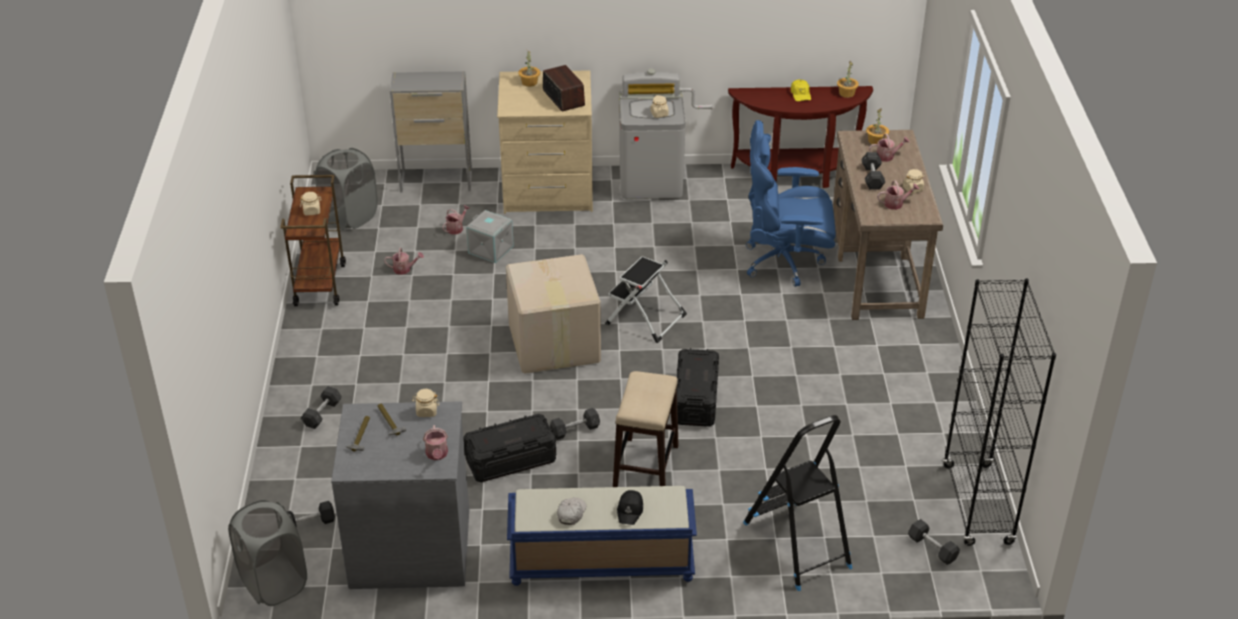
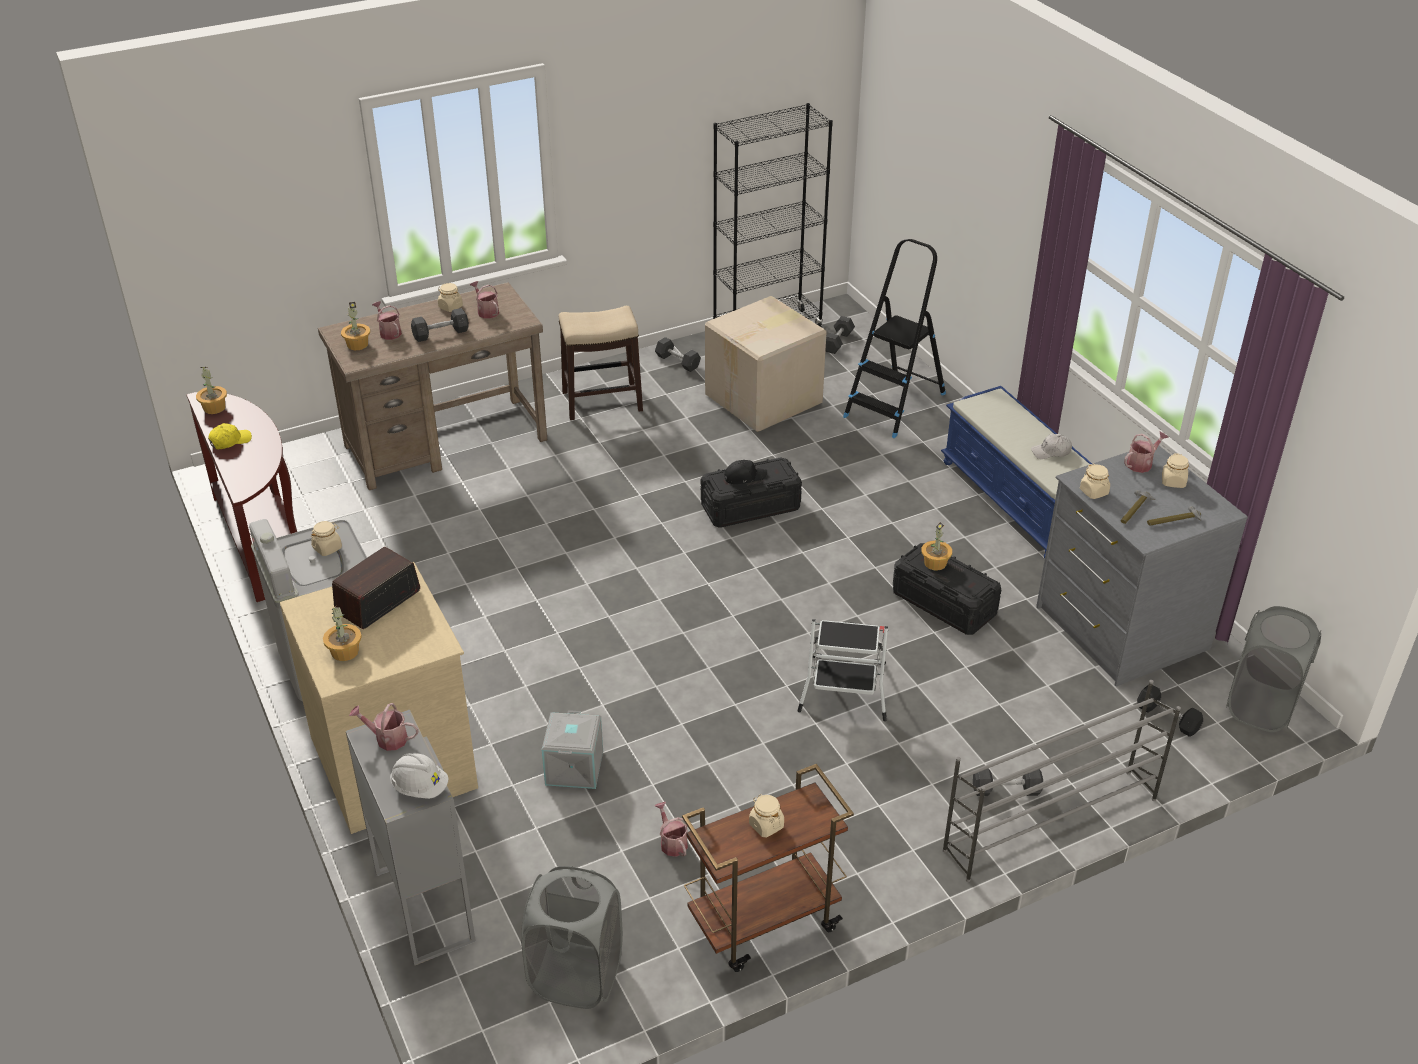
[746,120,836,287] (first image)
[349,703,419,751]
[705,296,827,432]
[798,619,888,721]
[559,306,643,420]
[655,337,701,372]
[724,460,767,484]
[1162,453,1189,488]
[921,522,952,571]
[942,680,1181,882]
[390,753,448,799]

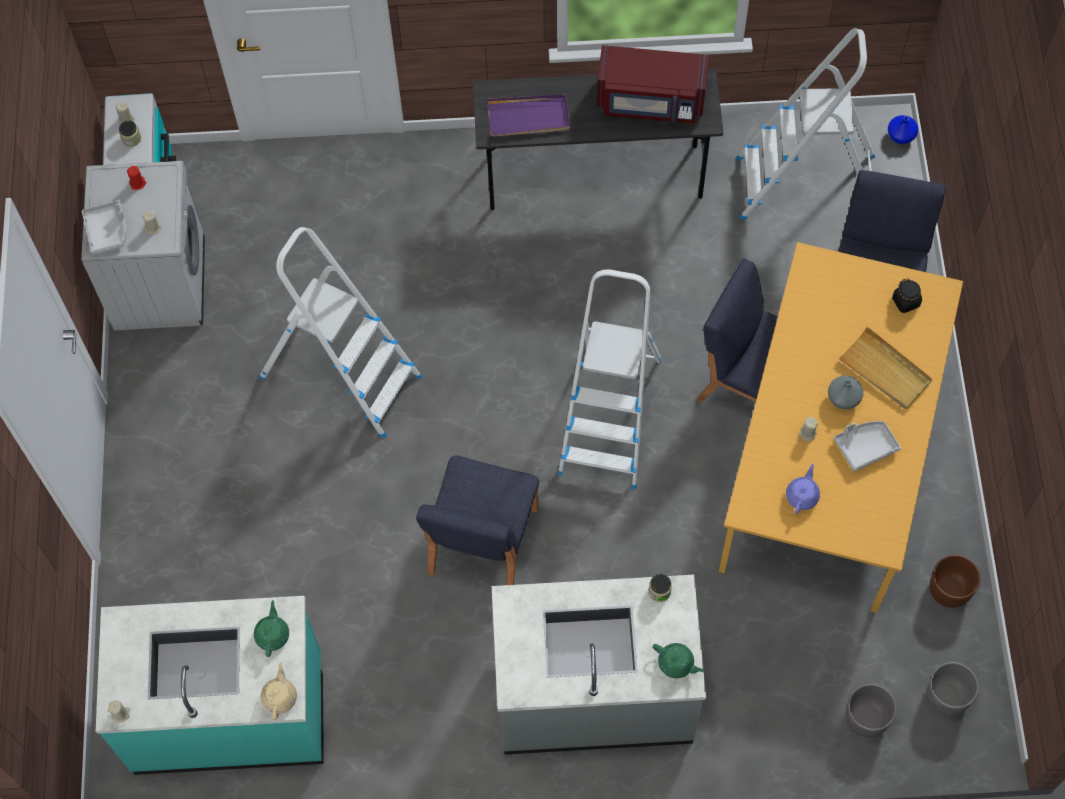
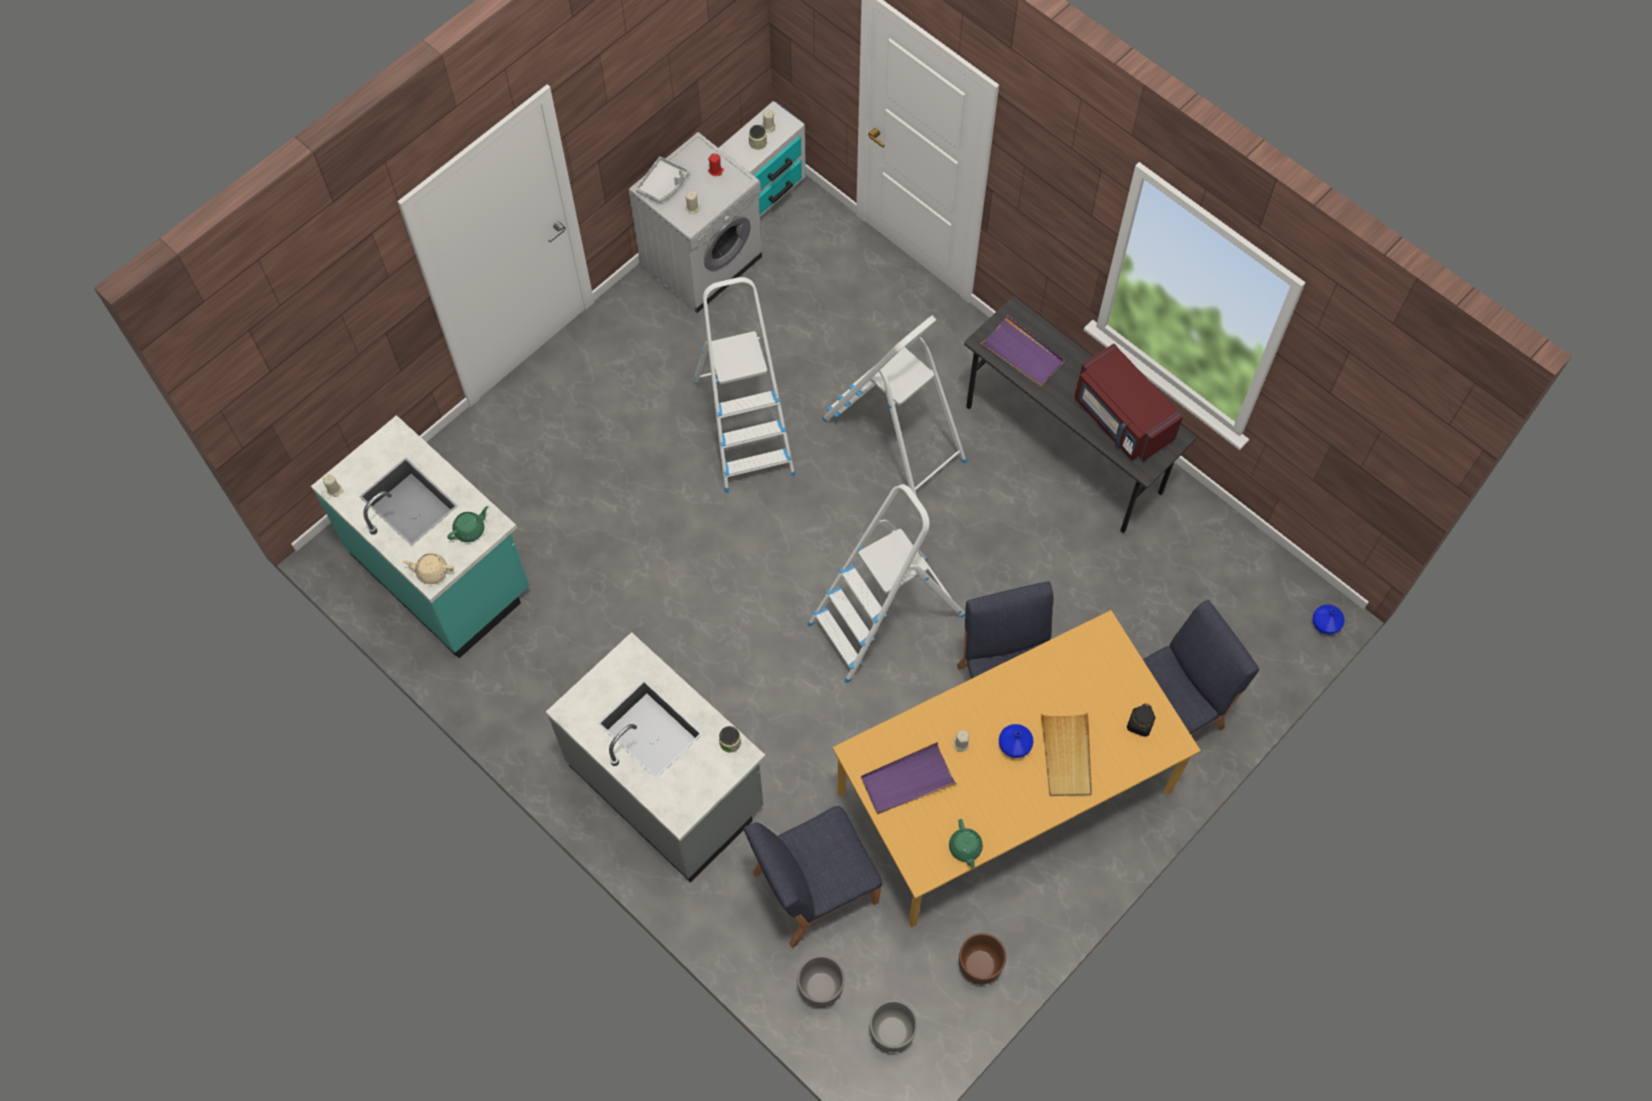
[822,315,967,497]
[999,724,1033,758]
[834,421,901,472] (first image)
[744,806,882,948]
[861,742,957,814]
[949,819,983,869]
[402,553,454,584]

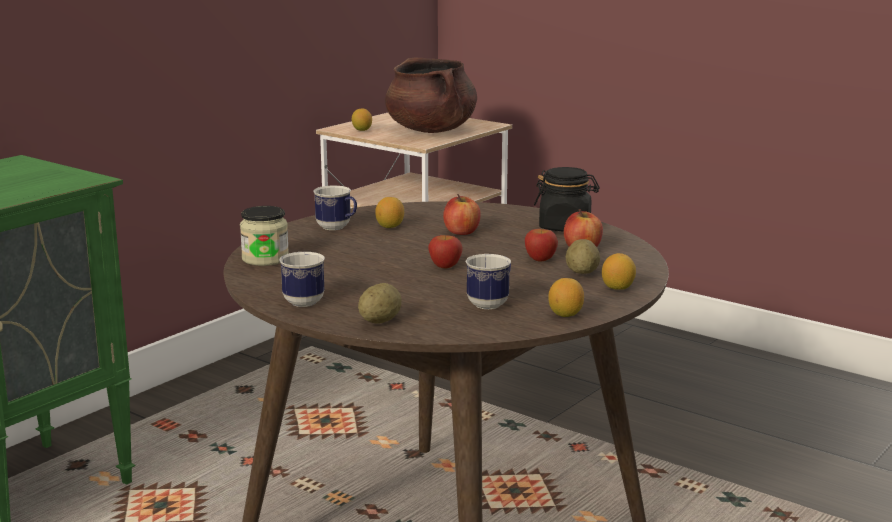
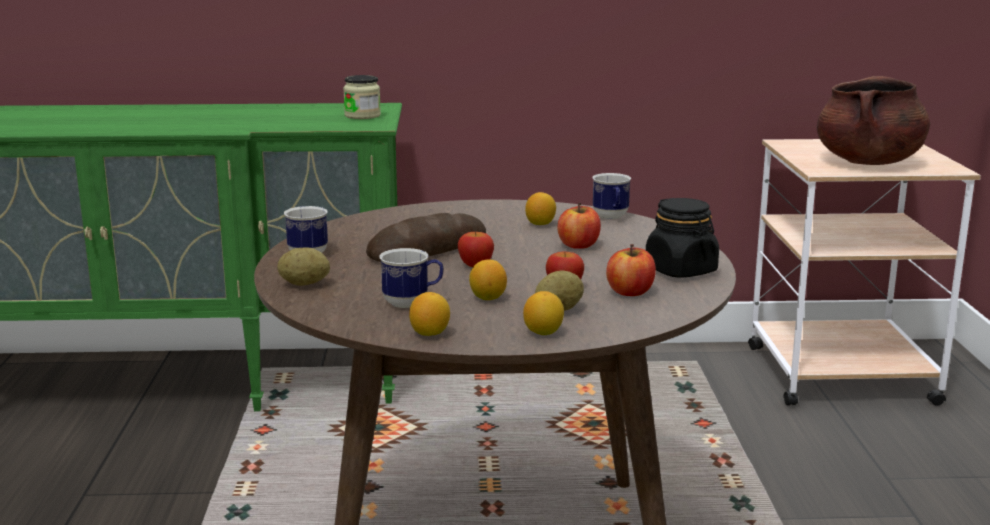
[469,260,507,300]
[592,173,631,219]
[343,75,381,119]
[366,213,486,262]

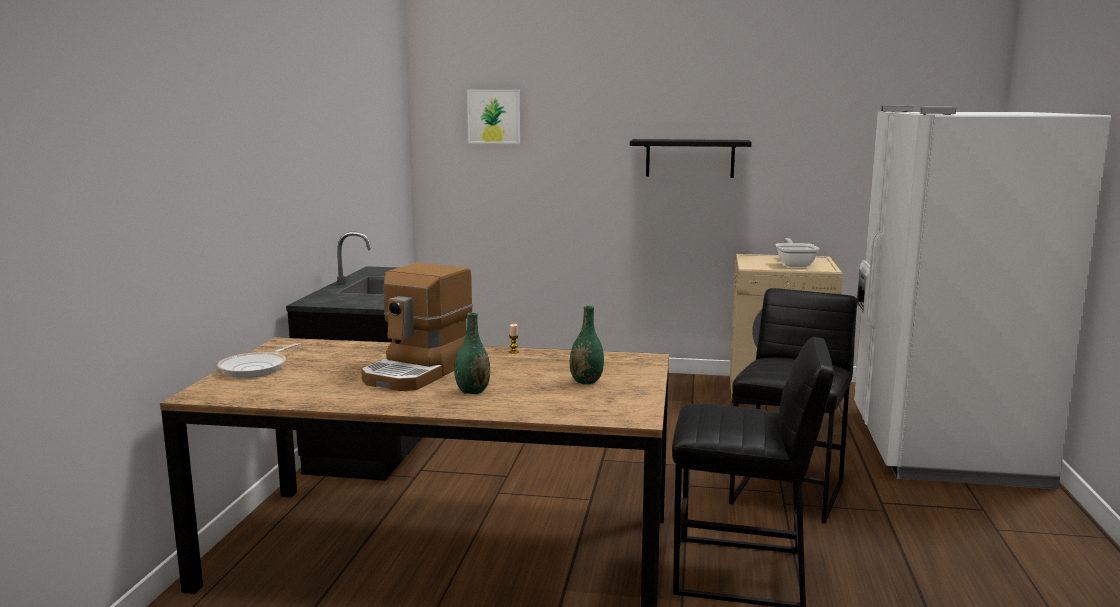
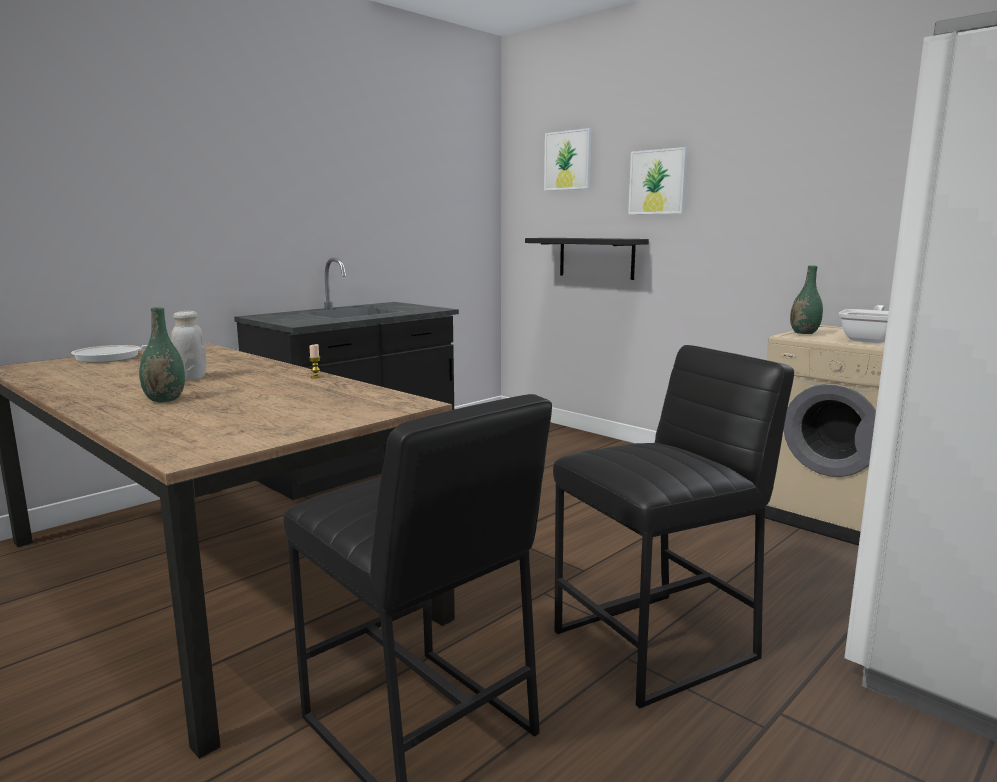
[525,238,649,280]
[171,311,206,380]
[790,266,823,334]
[628,147,688,214]

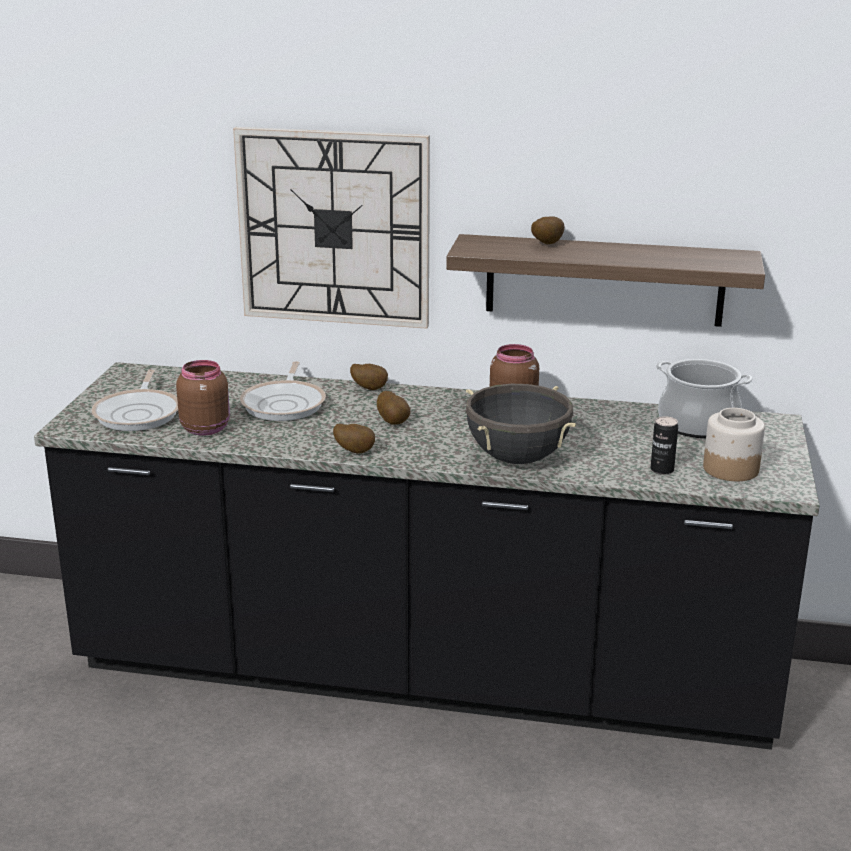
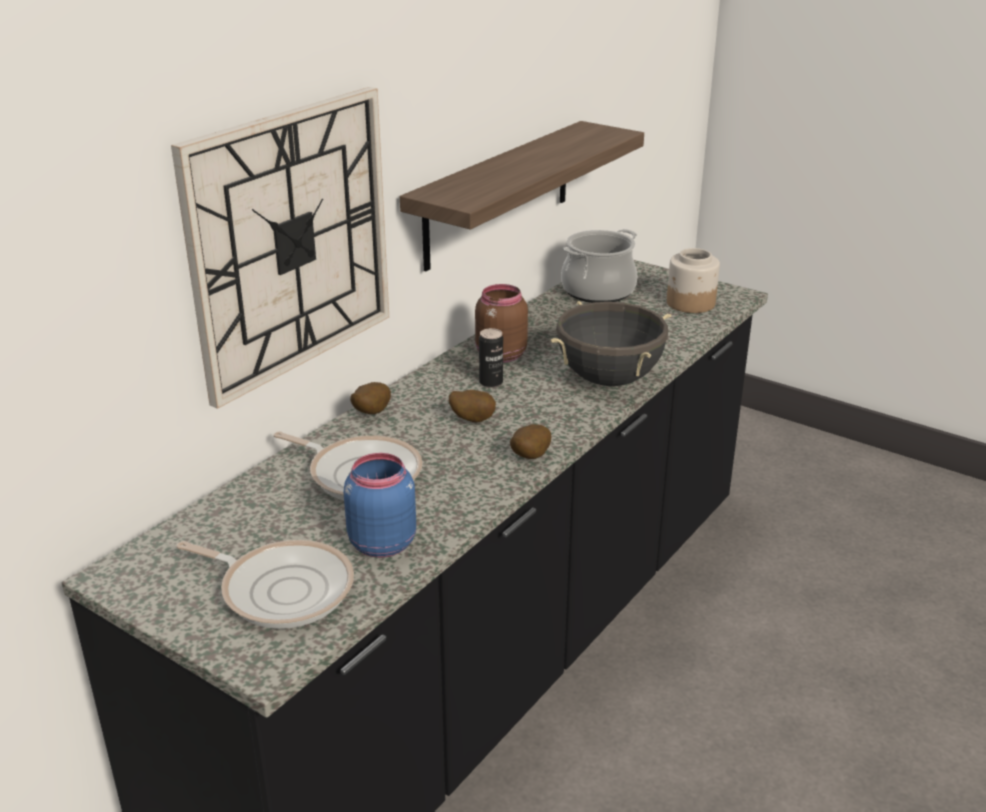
[531,216,565,244] (first image)
[344,453,416,558]
[479,328,503,388]

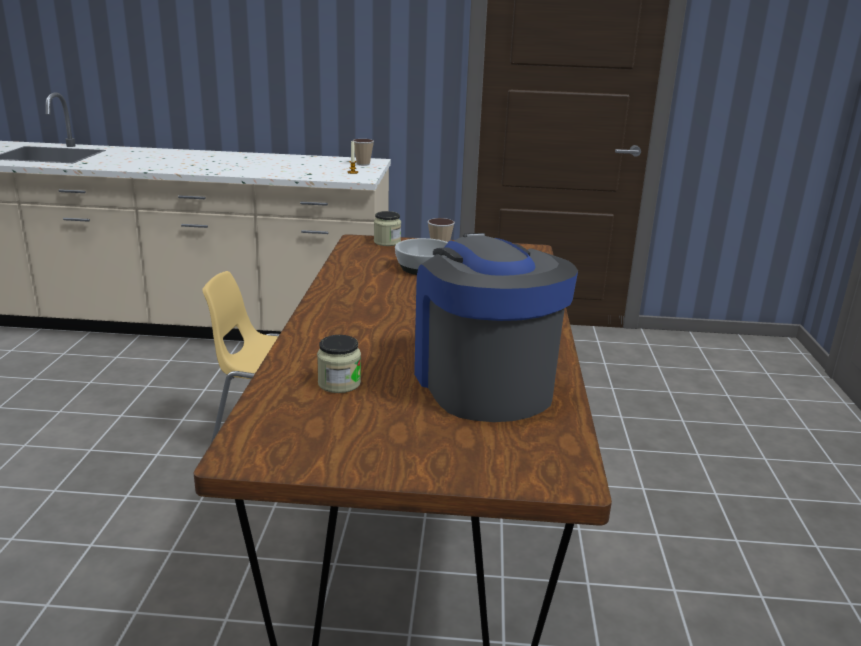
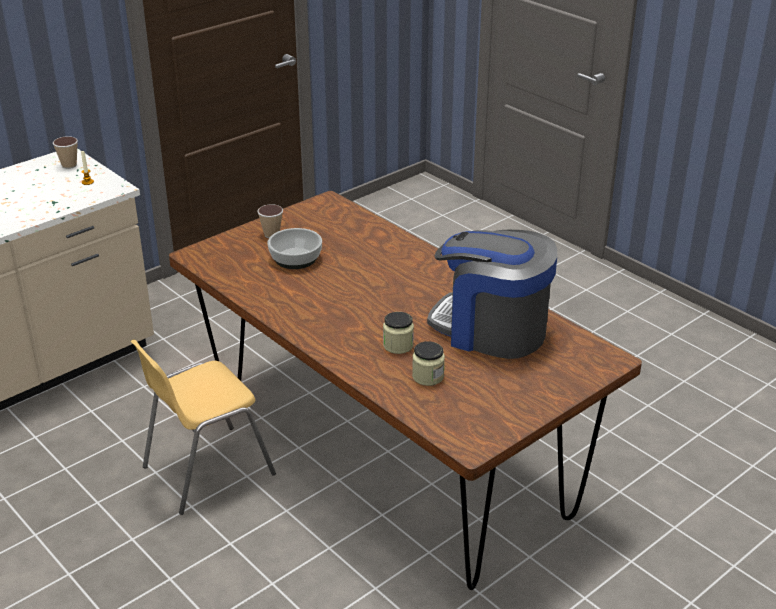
[383,312,414,354]

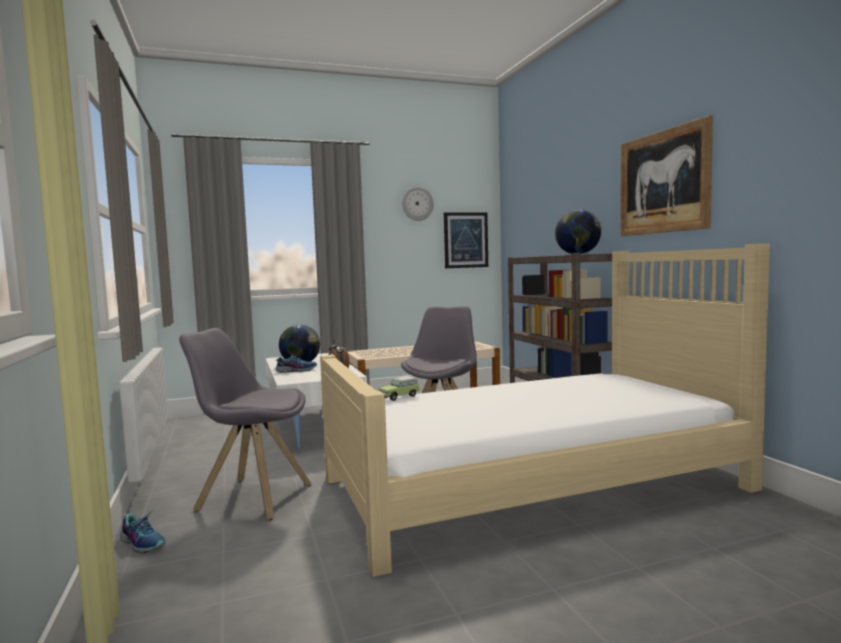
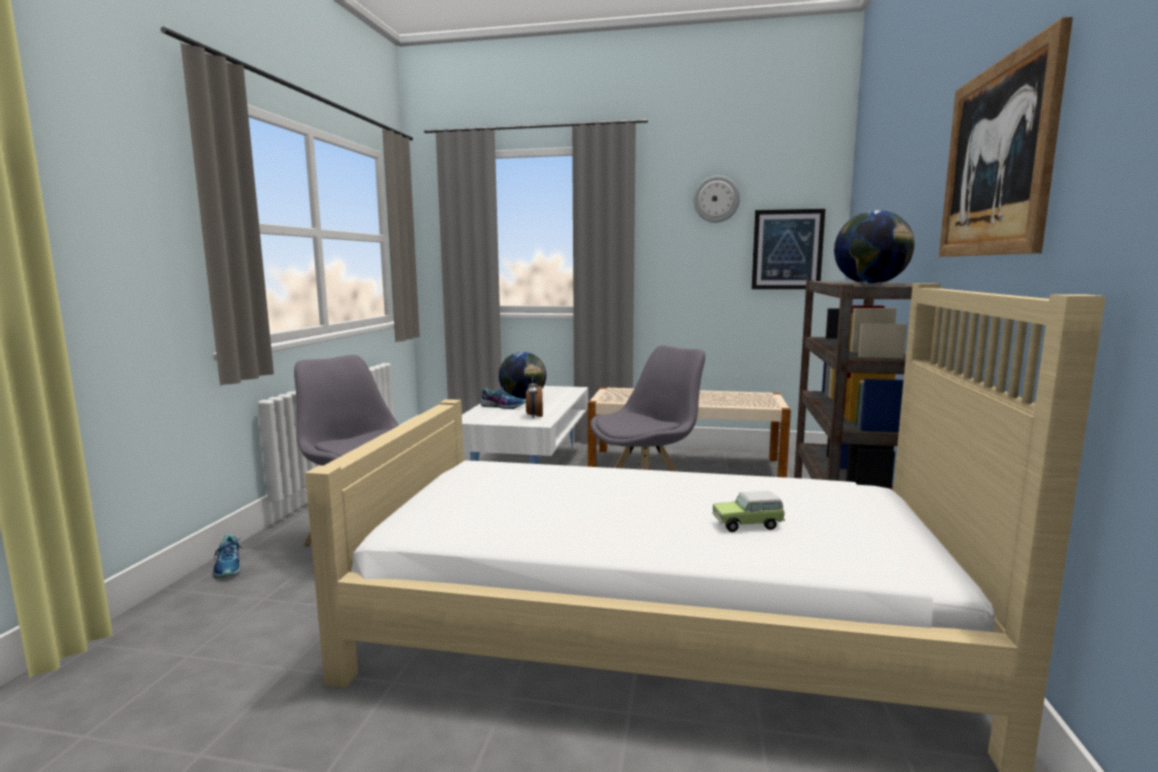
[712,491,785,532]

